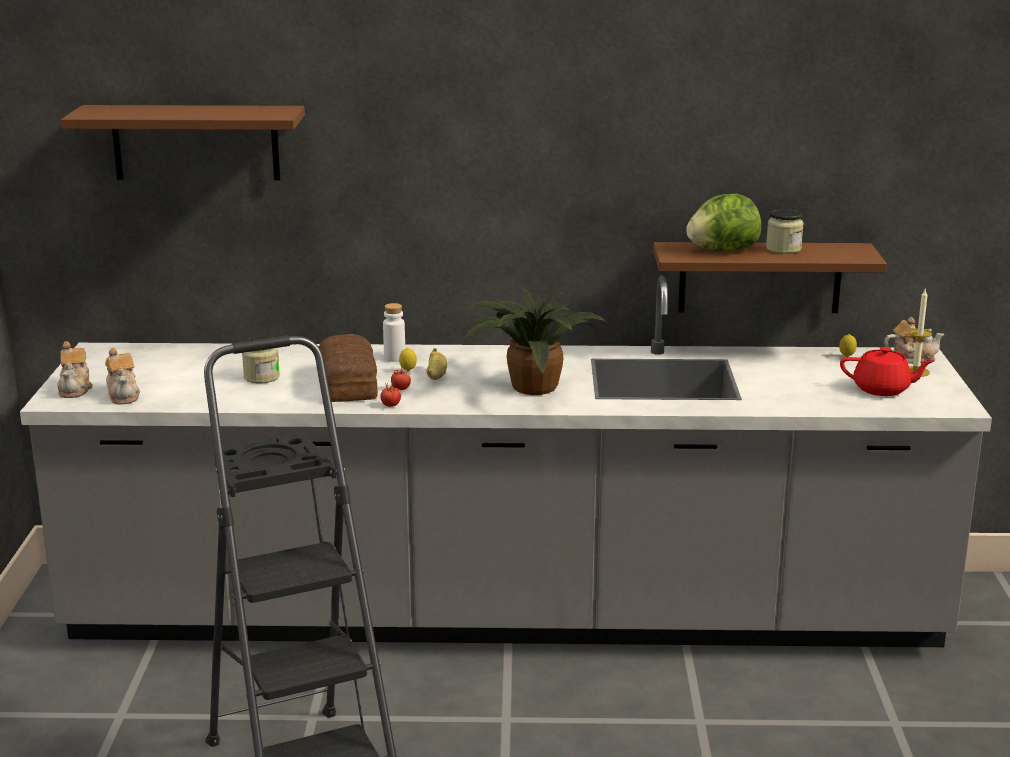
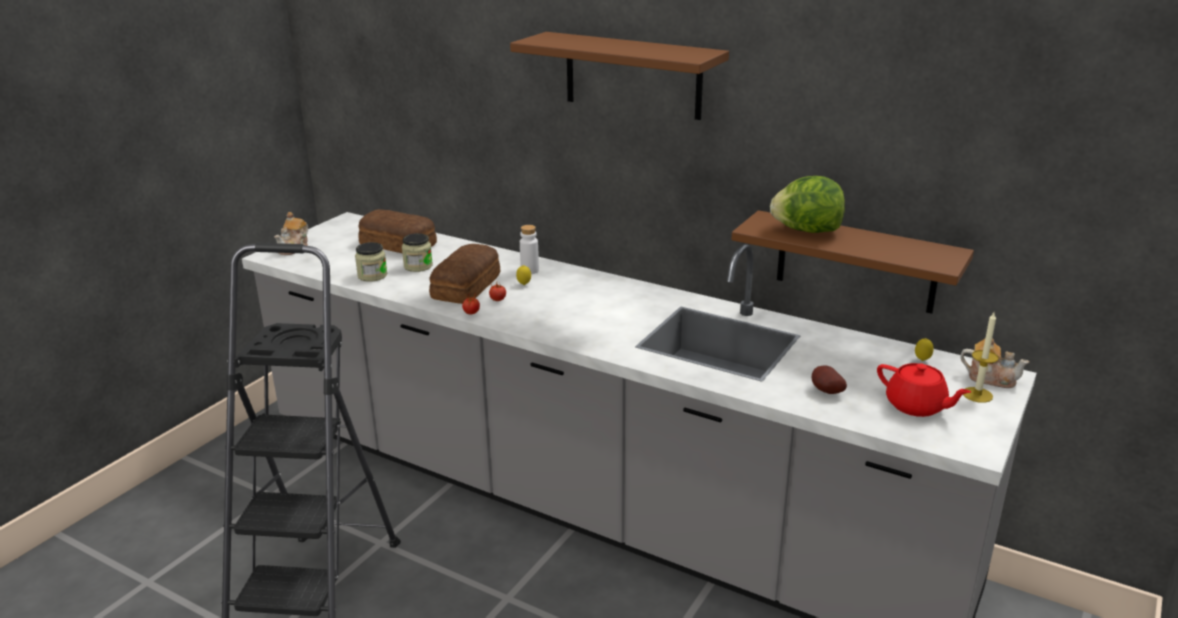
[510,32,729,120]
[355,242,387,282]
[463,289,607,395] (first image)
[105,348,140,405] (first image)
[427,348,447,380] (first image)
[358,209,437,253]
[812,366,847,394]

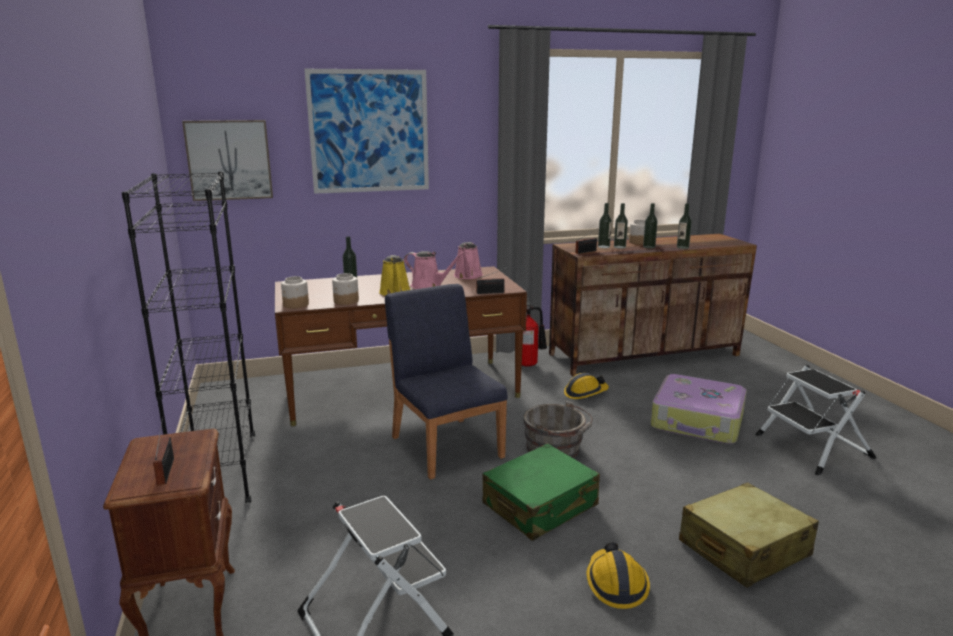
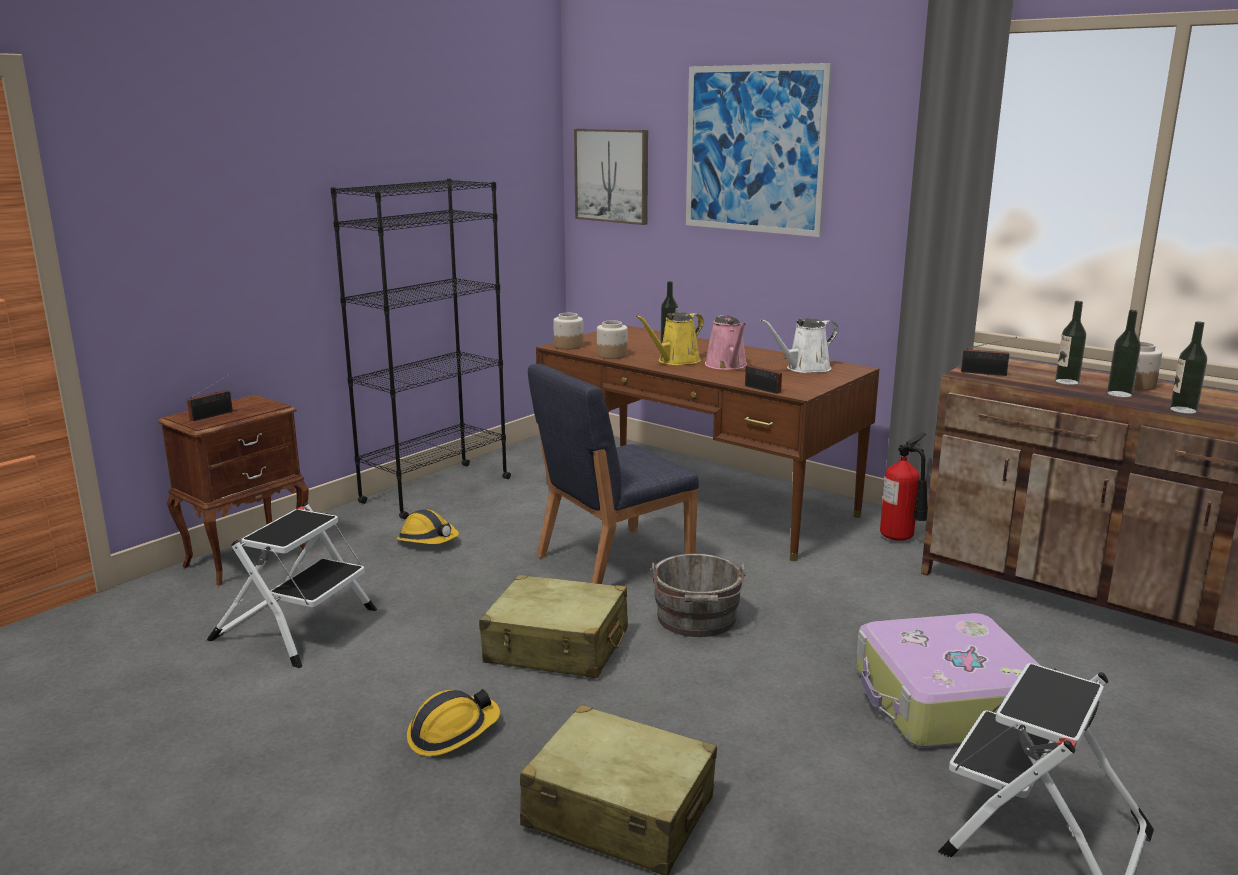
[598,203,612,248] (first image)
[760,318,838,373]
[528,364,699,584]
[396,509,459,544]
[479,575,628,678]

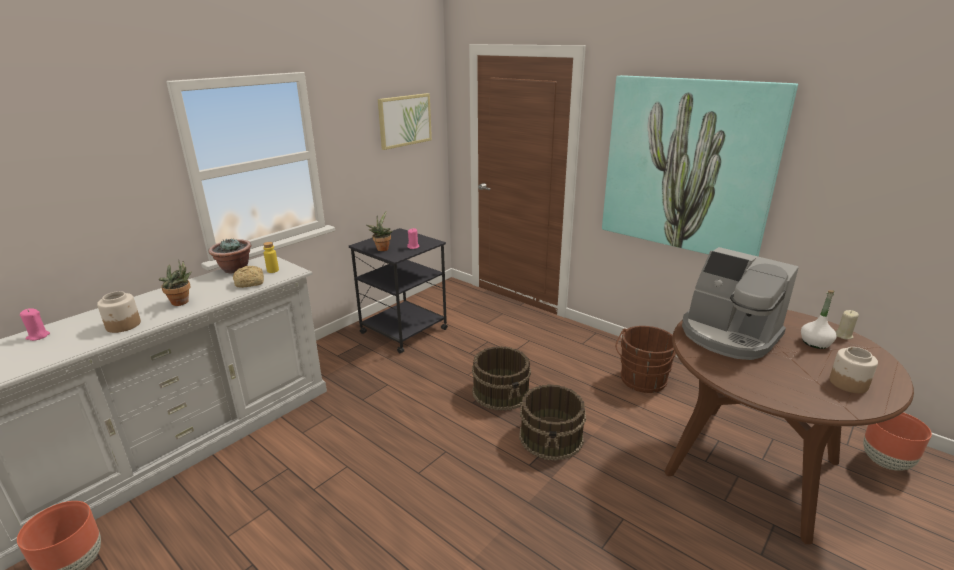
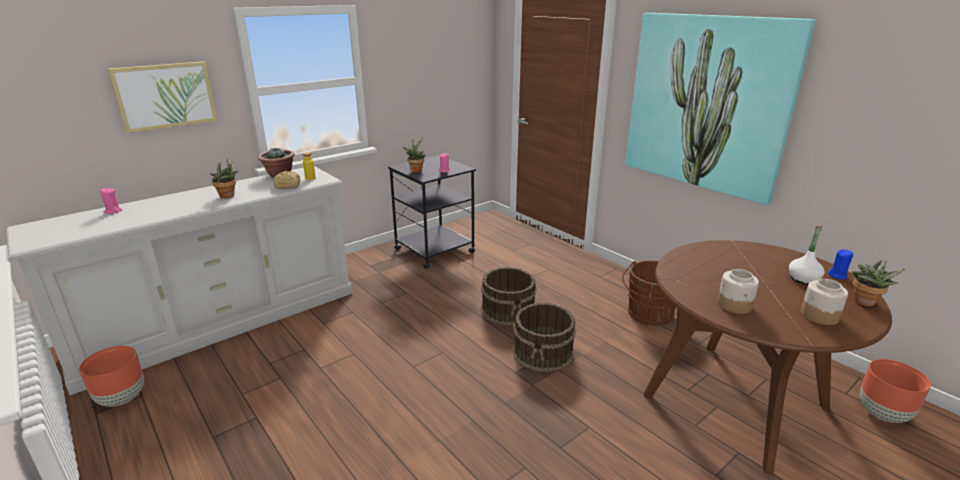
[108,61,217,133]
[682,247,799,360] (first image)
[717,269,759,314]
[828,250,853,279]
[852,260,905,306]

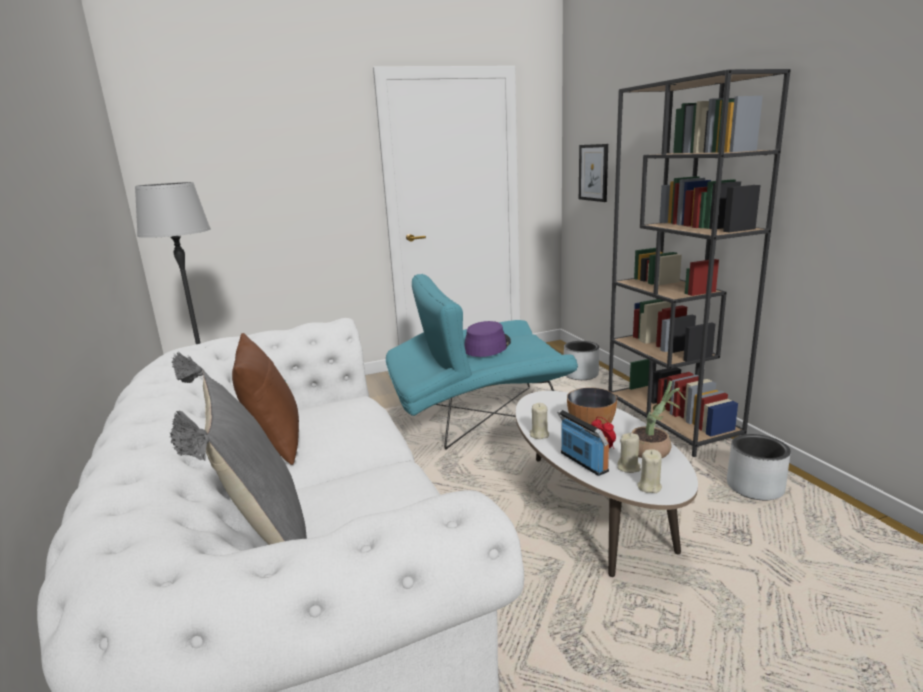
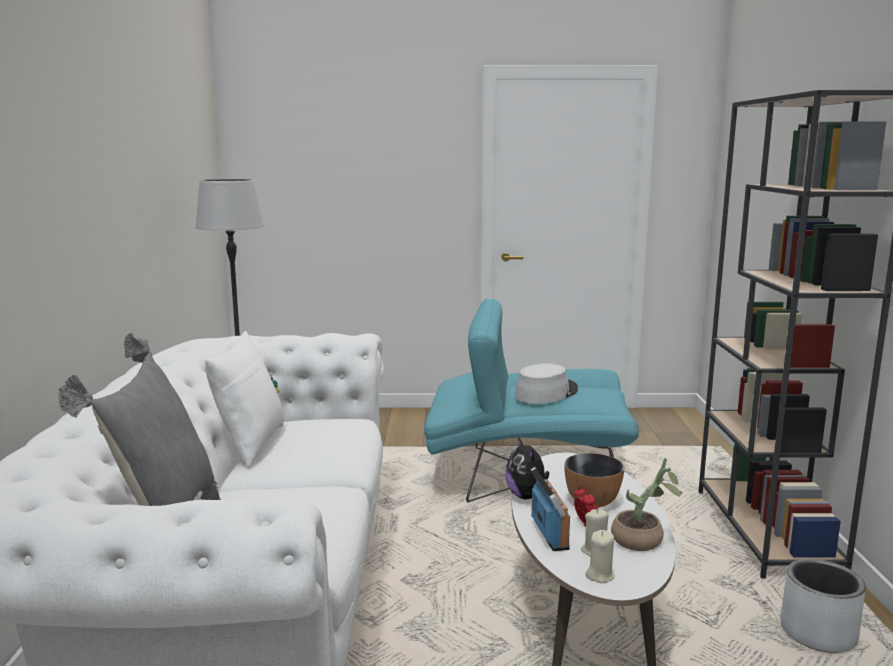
[579,144,608,202] (first image)
[515,363,578,404]
[205,331,284,467]
[564,341,599,380] (first image)
[505,437,549,499]

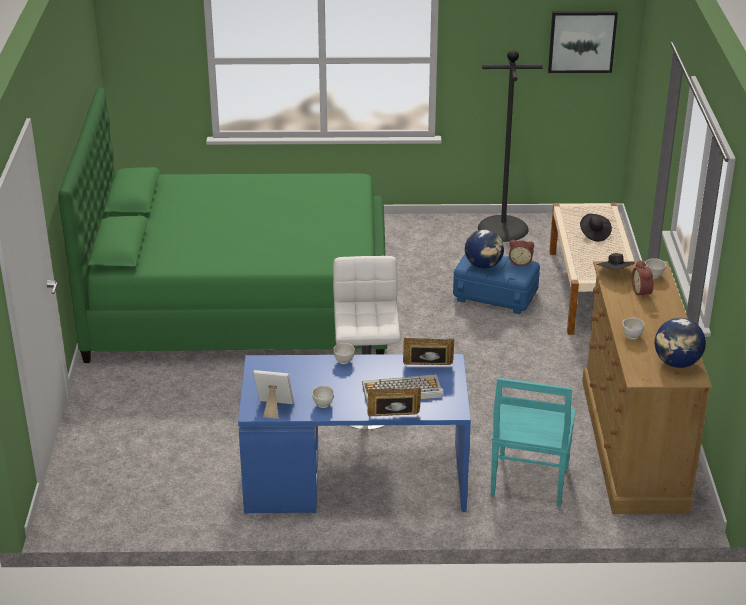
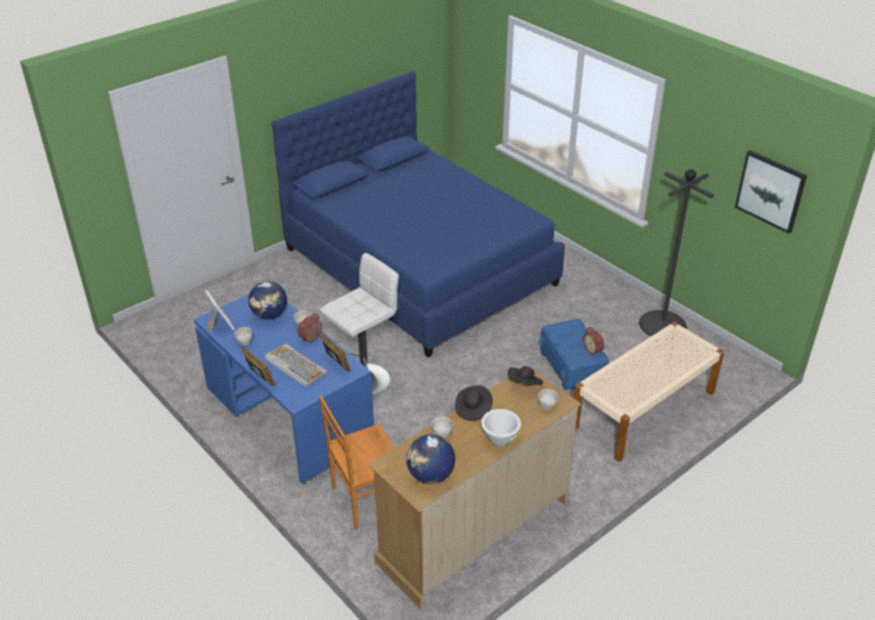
[272,71,565,358]
[455,386,493,421]
[248,281,287,319]
[298,313,322,342]
[319,395,395,530]
[481,409,521,446]

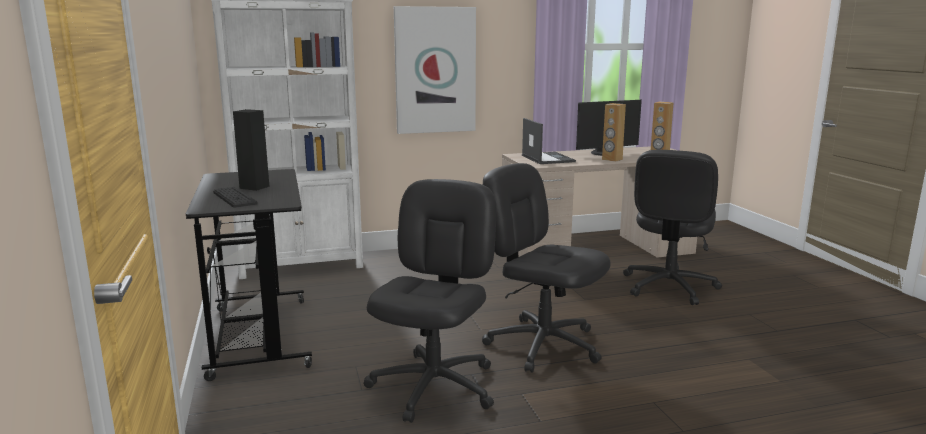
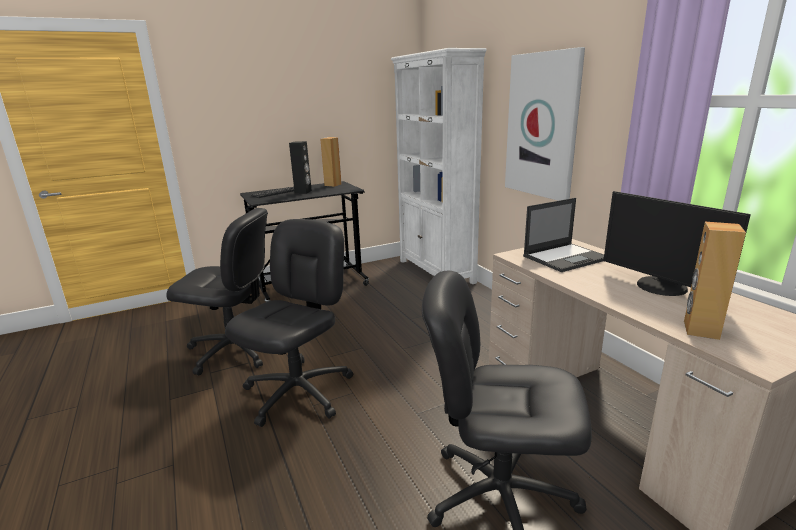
[320,137,342,187]

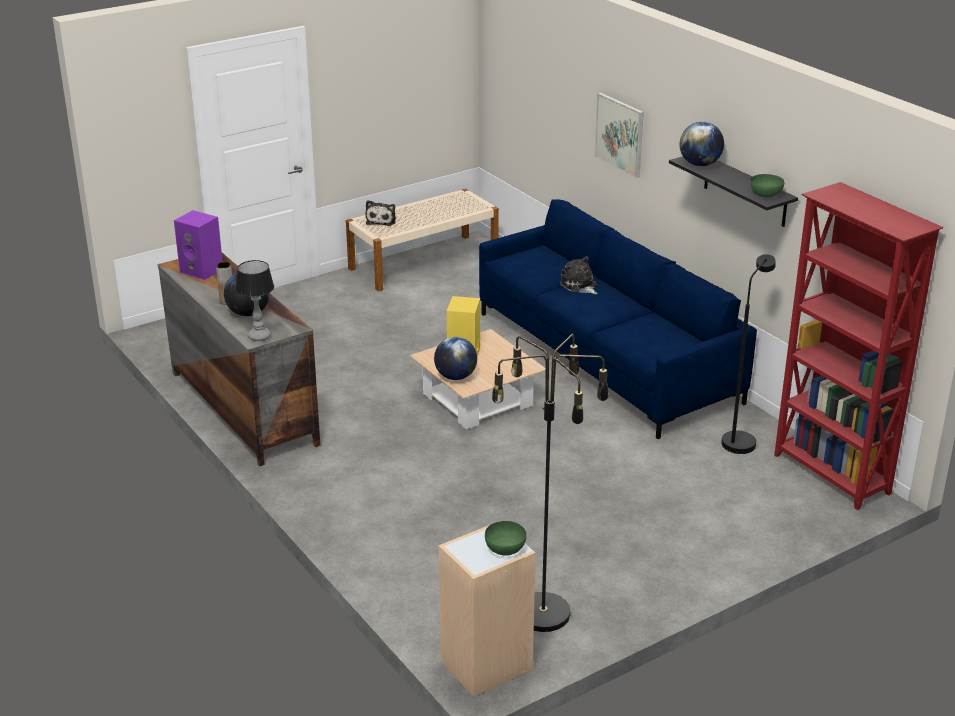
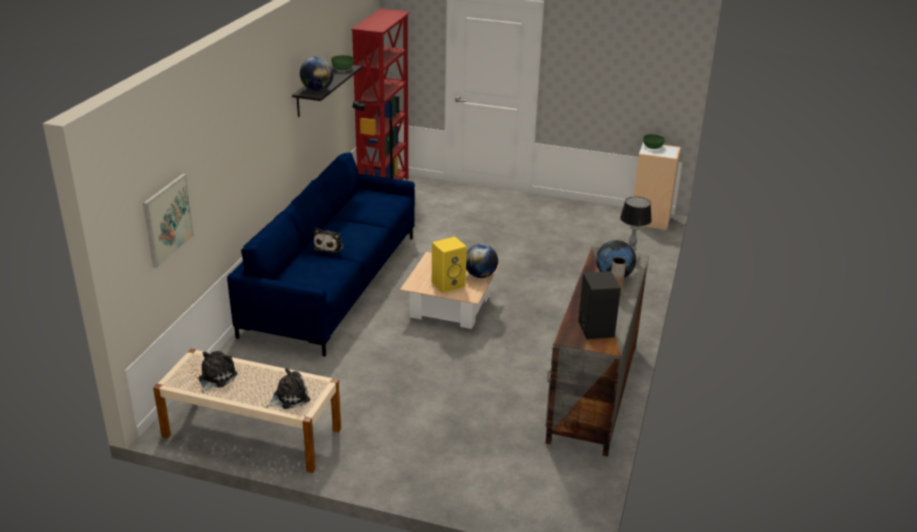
[143,174,194,268]
[578,271,621,339]
[492,334,608,632] (first image)
[198,351,237,393]

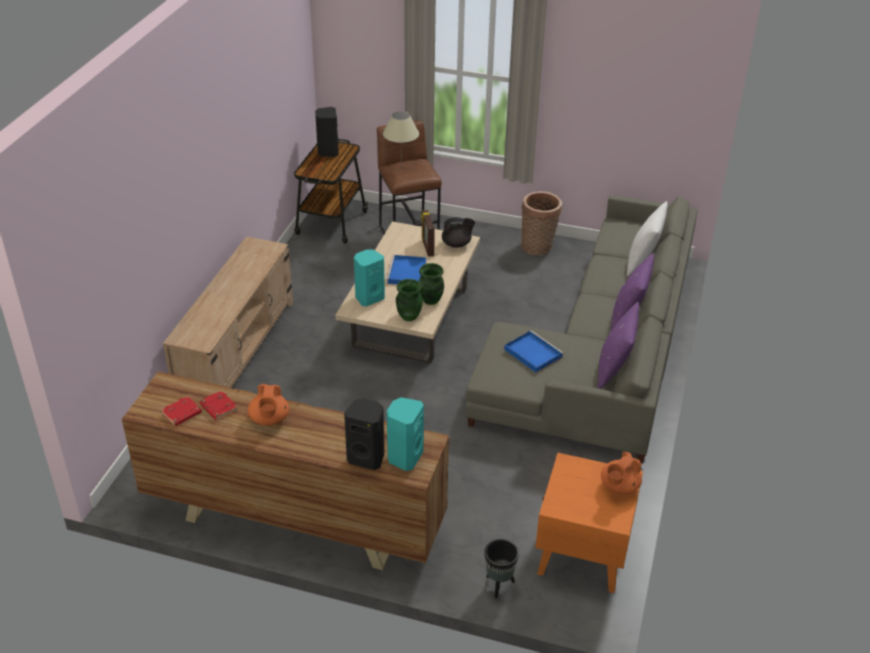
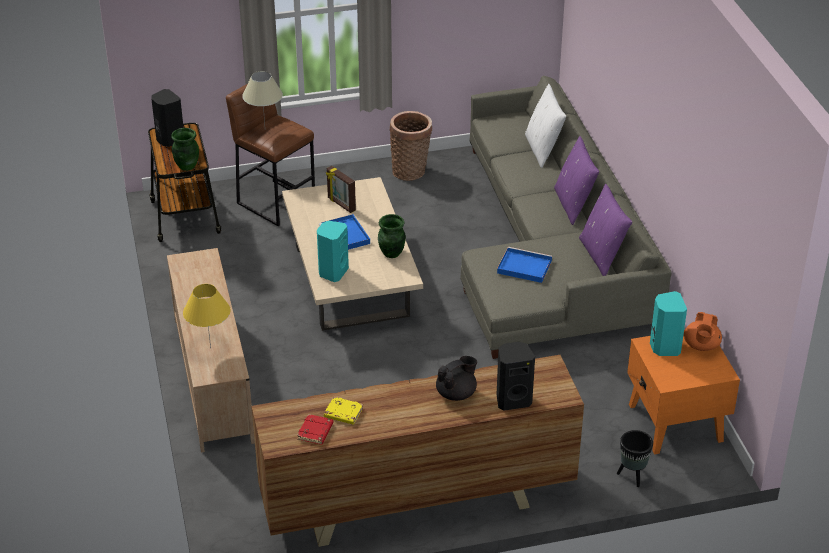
[436,356,477,401]
[171,128,199,171]
[248,384,289,426] (first image)
[324,397,363,425]
[650,291,687,356]
[183,284,231,348]

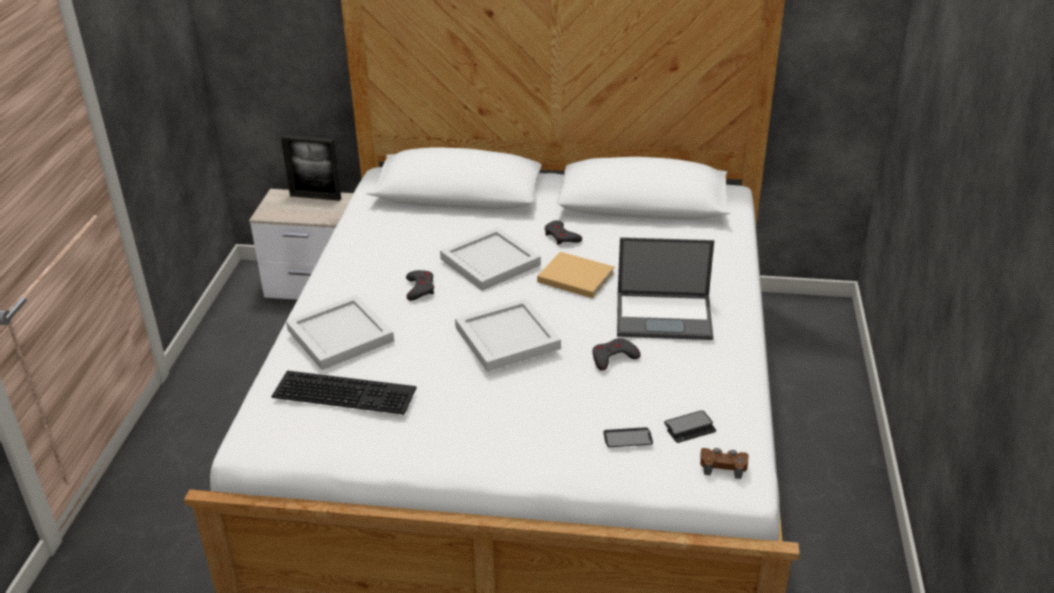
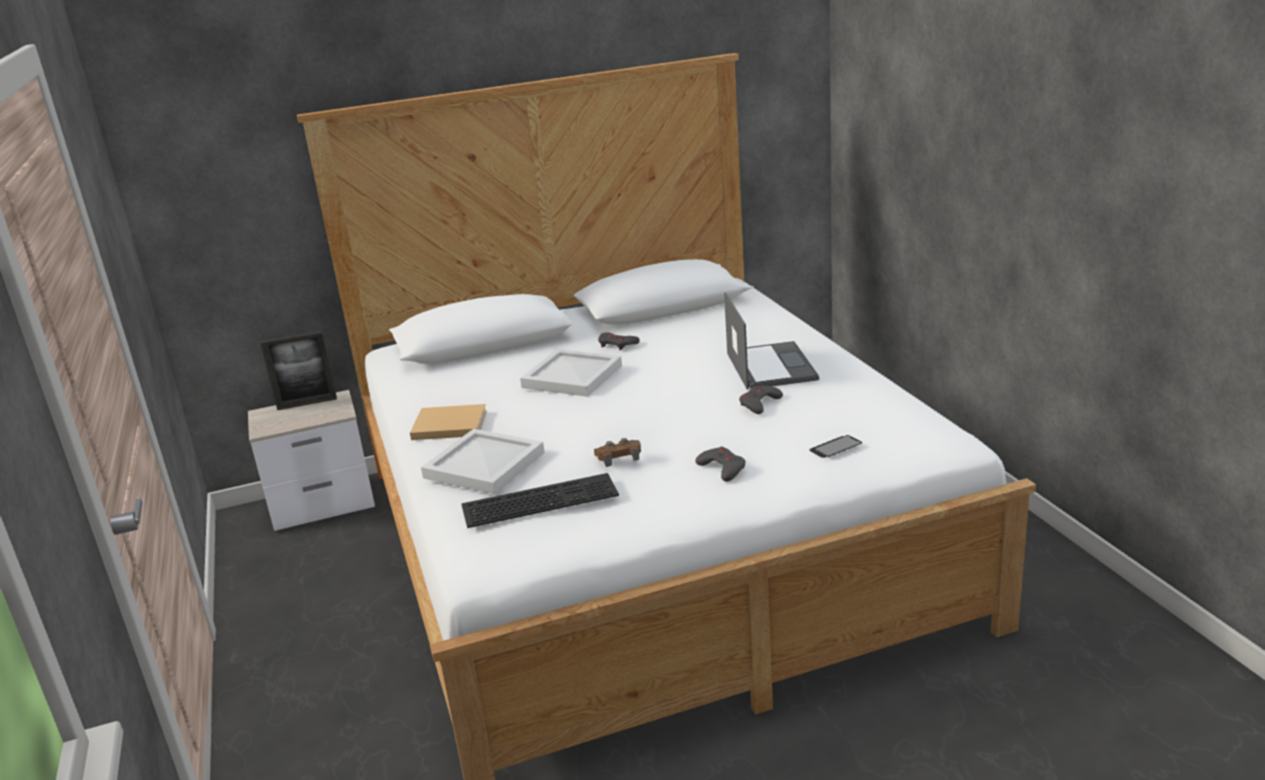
[724,292,819,390]
[410,404,487,440]
[696,447,746,482]
[455,298,561,372] (first image)
[664,410,716,443] (first image)
[594,438,641,467]

